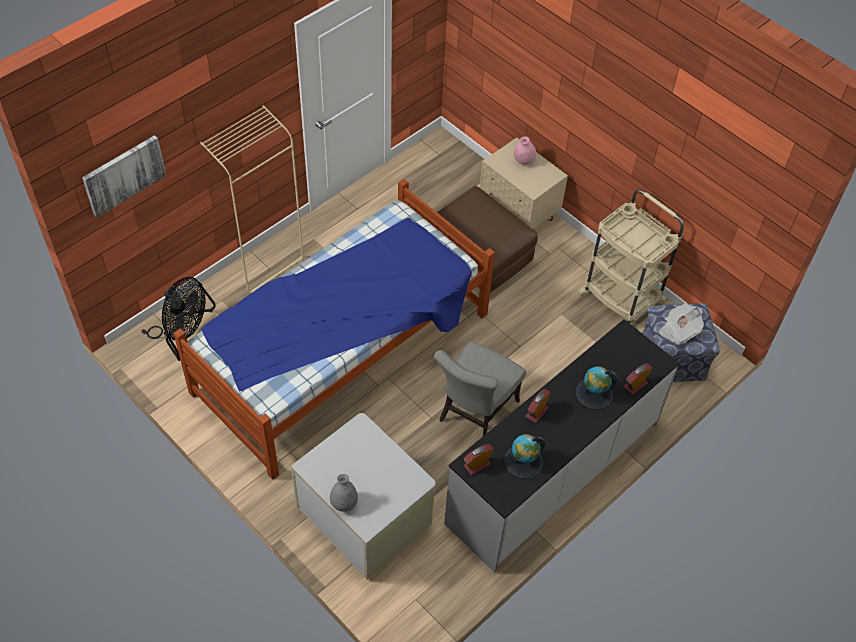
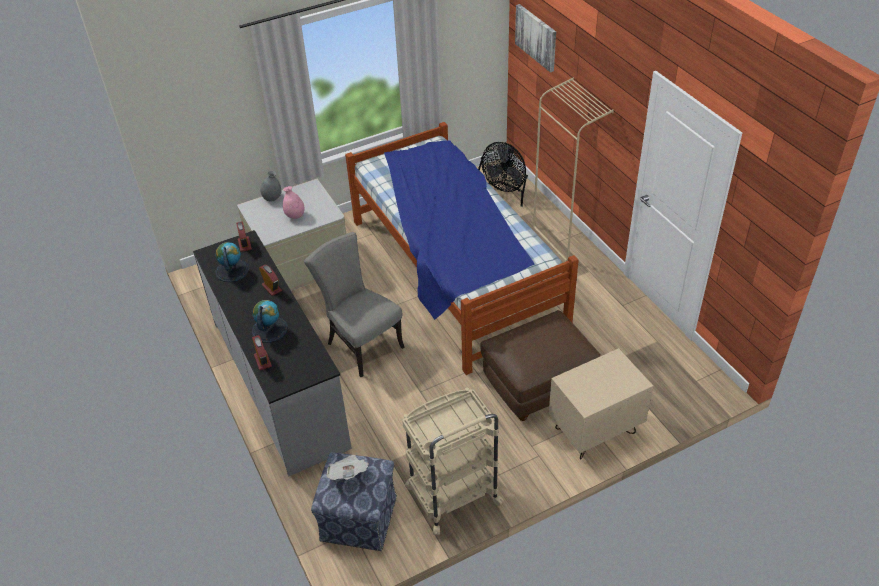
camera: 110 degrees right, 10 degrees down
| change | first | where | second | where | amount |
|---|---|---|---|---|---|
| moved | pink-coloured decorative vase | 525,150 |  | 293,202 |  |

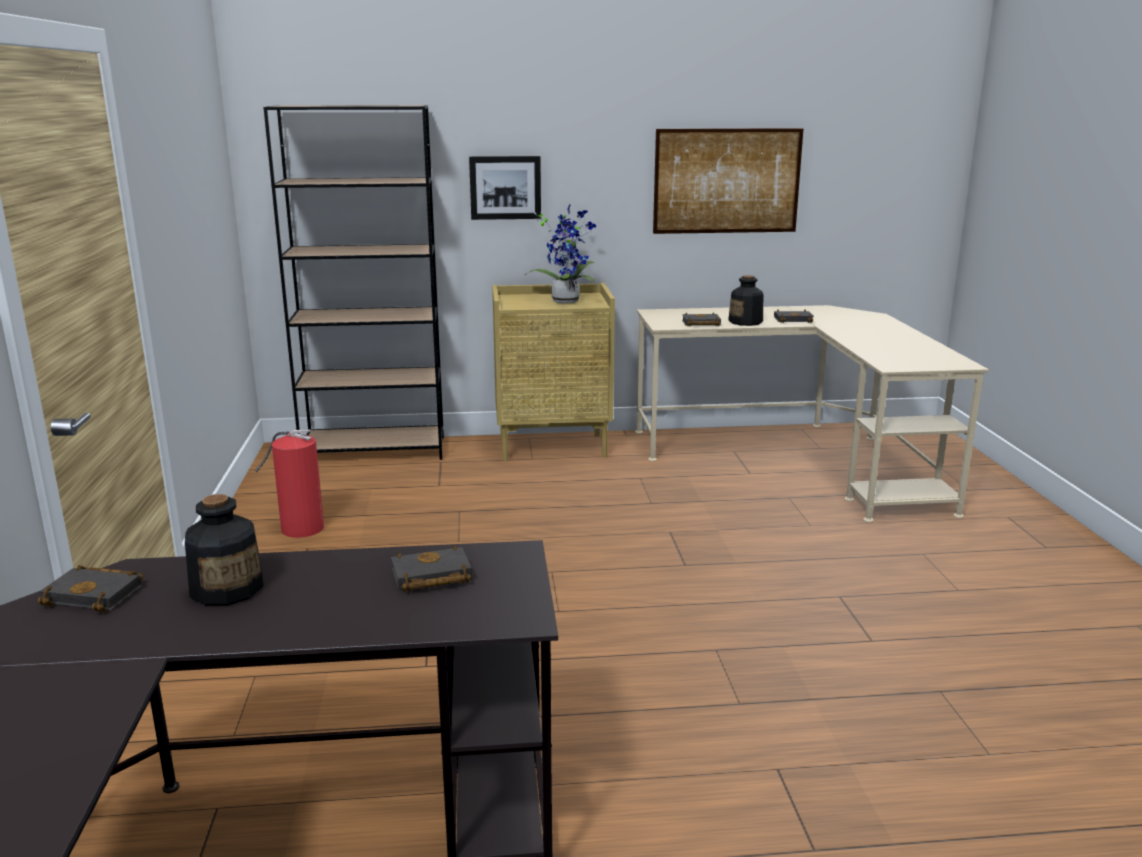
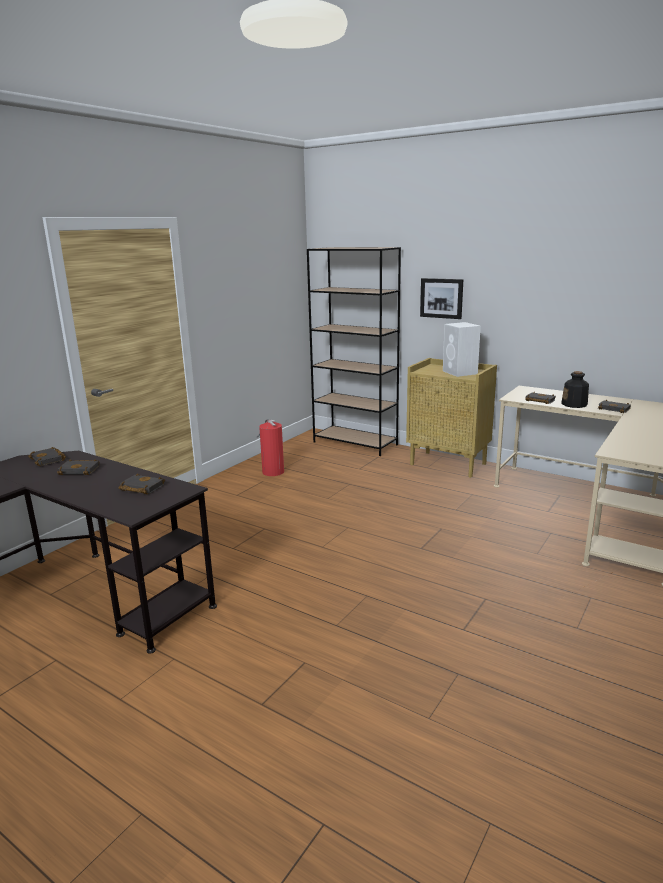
camera: 40 degrees right, 0 degrees up
| change | first | where | second | where | amount |
|---|---|---|---|---|---|
| removed | wall art | 728,181 |  |  |  |
| replaced | houseplant | 560,253 | white-coloured audio speaker | 462,349 |  |
| replaced | beverage bottle | 224,550 | black-coloured book | 78,467 |  |

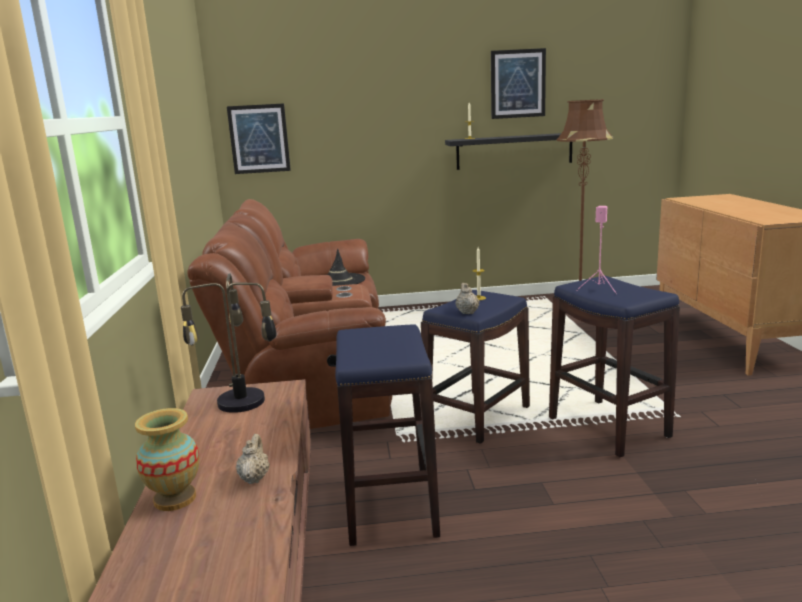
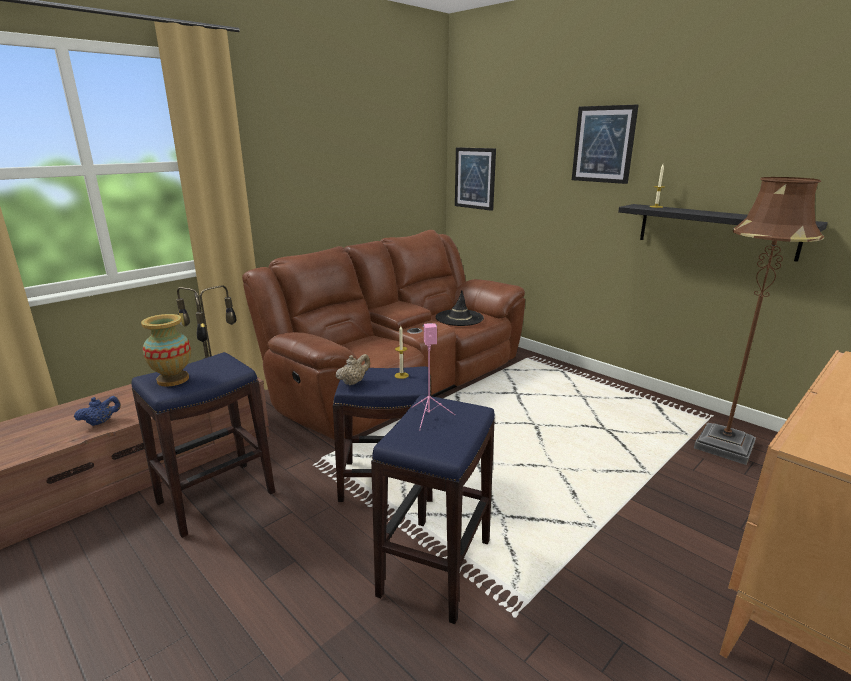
camera: 50 degrees right, 5 degrees up
| change | first | where | second | where | amount |
|---|---|---|---|---|---|
| moved | wall art | 518,83 |  | 605,144 |  |
| moved | decorative vase | 167,459 |  | 166,350 |  |
| recoloured | sand-coloured teapot | 253,459 | blue teapot | 97,411 |  |

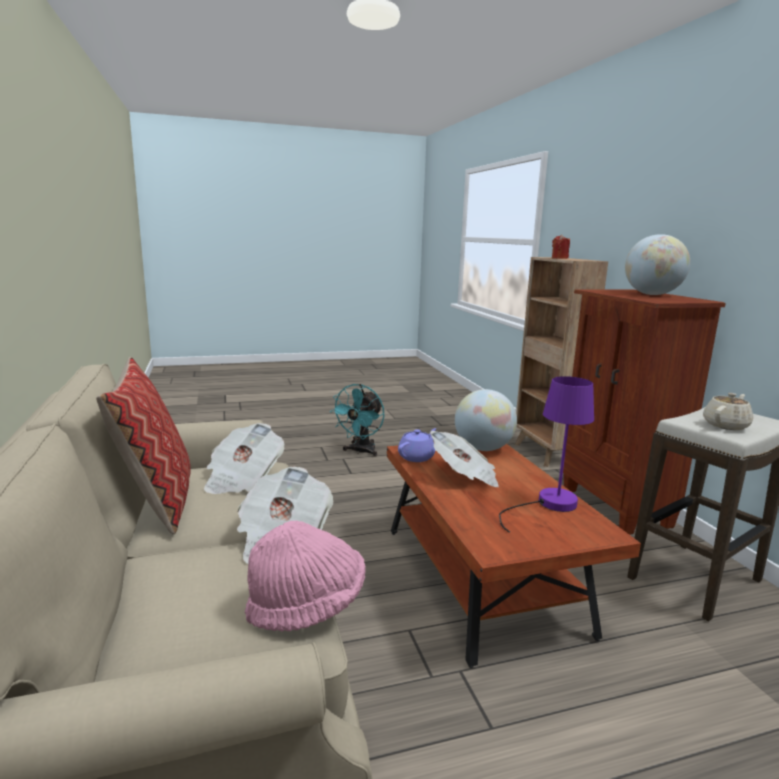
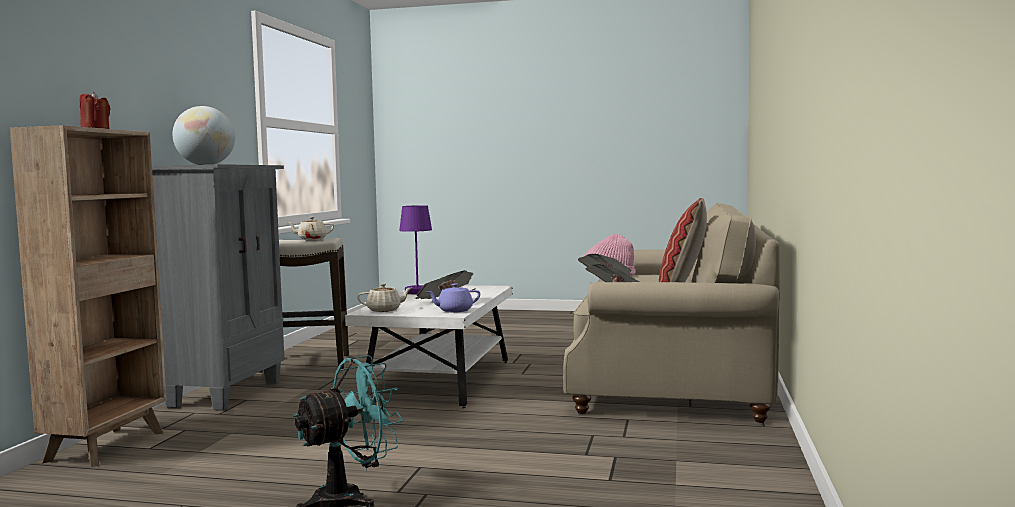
camera: 150 degrees left, 10 degrees down
| change | first | where | second | where | amount |
|---|---|---|---|---|---|
| recoloured | brownish cupboard | 644,412 | greyish cupboard | 218,287 |  |
| replaced | desk globe | 486,420 | sand-coloured teapot | 384,297 |  |
| recoloured | brownish lounge table | 514,556 | white-coloured lounge table | 429,346 |  |

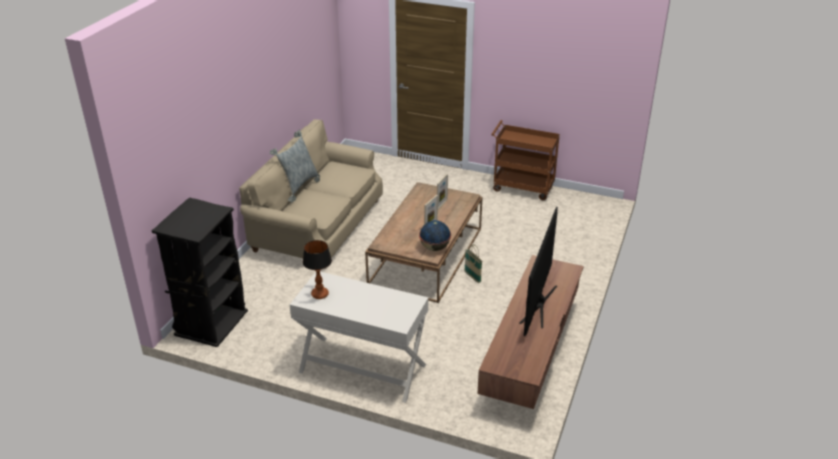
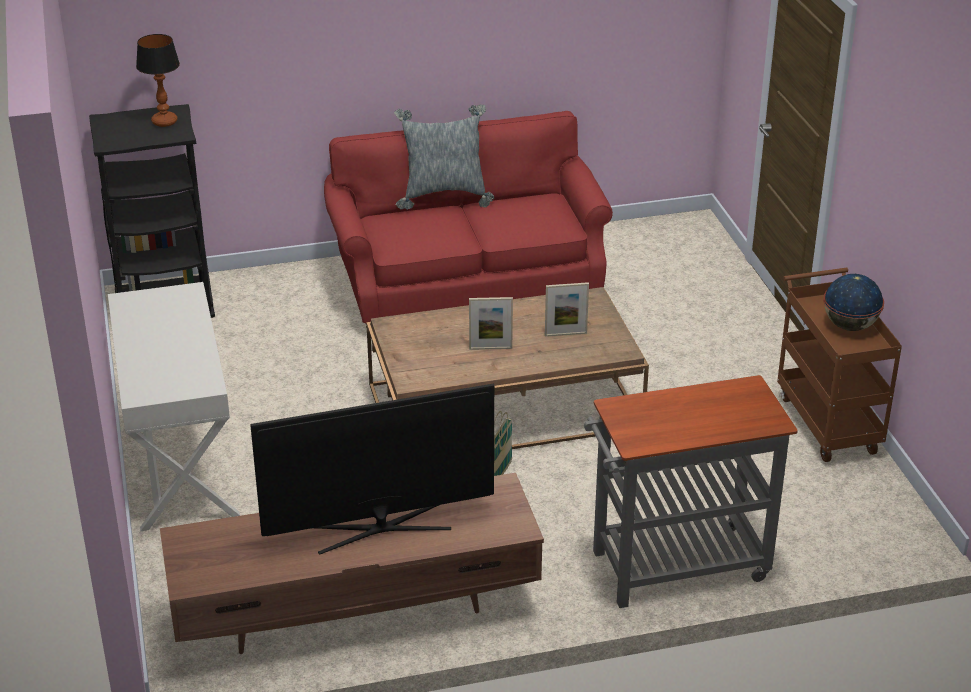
camera: 55 degrees right, 0 degrees up
| change | first | where | second | where | amount |
|---|---|---|---|---|---|
| recoloured | sand-coloured couch | 311,188 | red couch | 468,219 |  |
| moved | desk globe | 435,235 |  | 853,302 |  |
| moved | tabletop lamp | 317,269 |  | 158,80 |  |
| added |  |  | greyish wheeled cart | 691,491 |  |

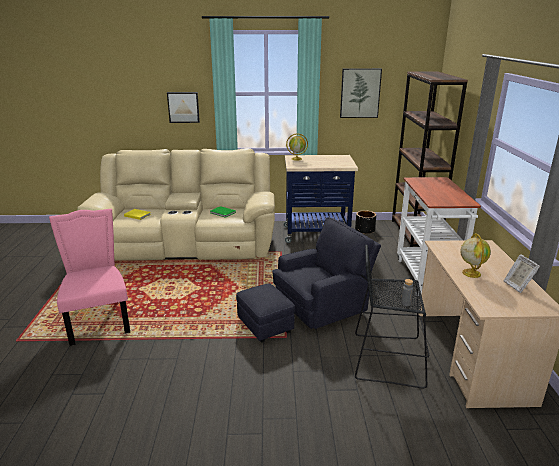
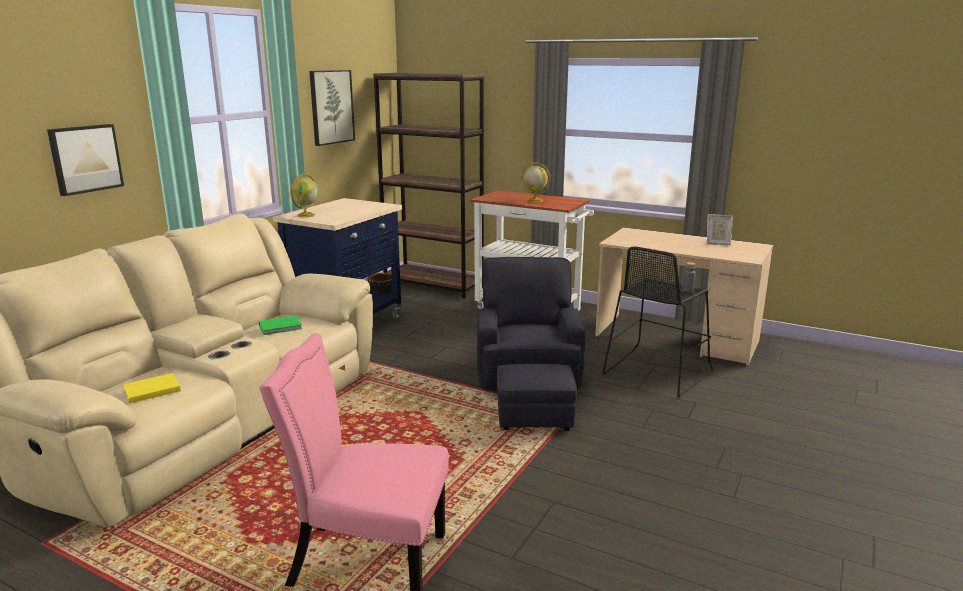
camera: 60 degrees left, 5 degrees down
| change | first | where | second | where | amount |
|---|---|---|---|---|---|
| moved | desk globe | 475,255 |  | 535,182 |  |

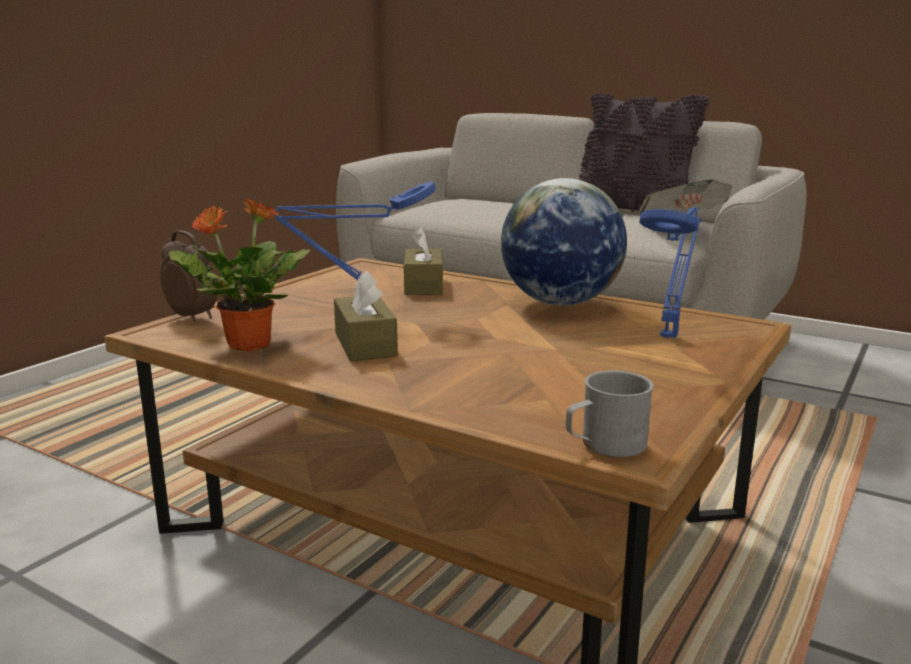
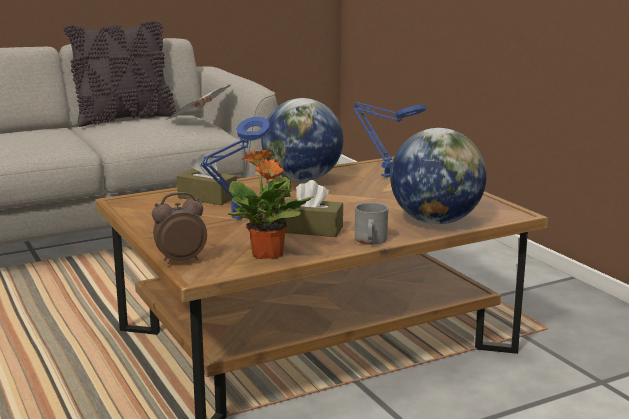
camera: 60 degrees left, 0 degrees up
| change | first | where | second | where | amount |
|---|---|---|---|---|---|
| moved | greyish tea mug | 610,413 |  | 372,223 |  |
| added |  |  | desk globe | 438,176 |  |

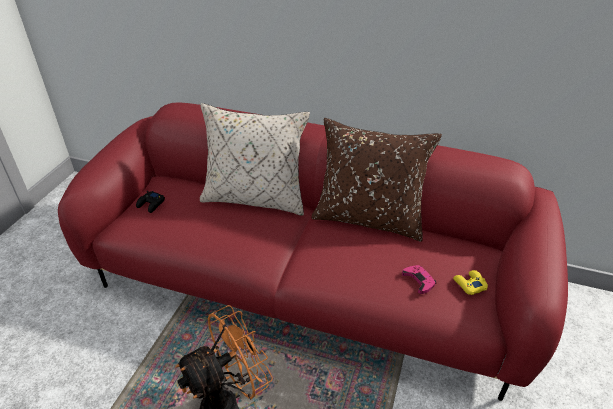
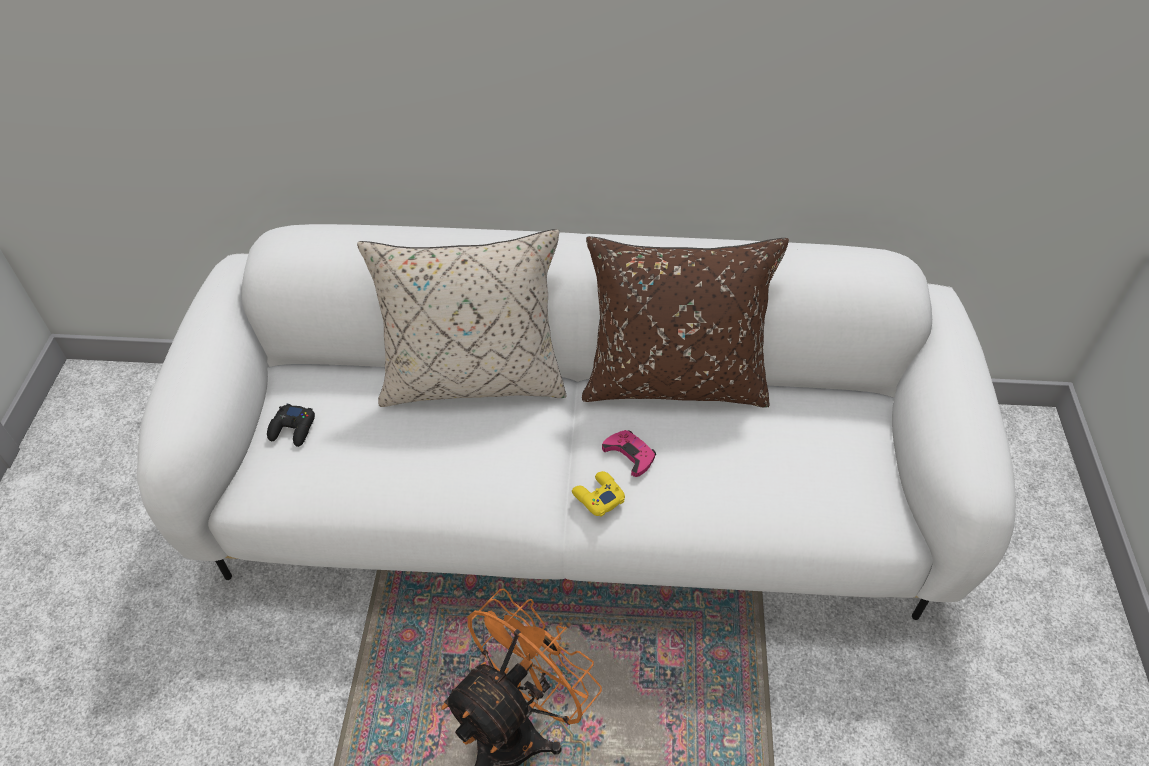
camera: 15 degrees left, 10 degrees up
| change | first | where | second | where | amount |
|---|---|---|---|---|---|
| recoloured | red couch | 313,251 | white-coloured couch | 576,422 |  |
| moved | pink-coloured gamepad | 419,279 |  | 629,453 |  |
| moved | yellow gamepad | 470,282 |  | 598,493 |  |

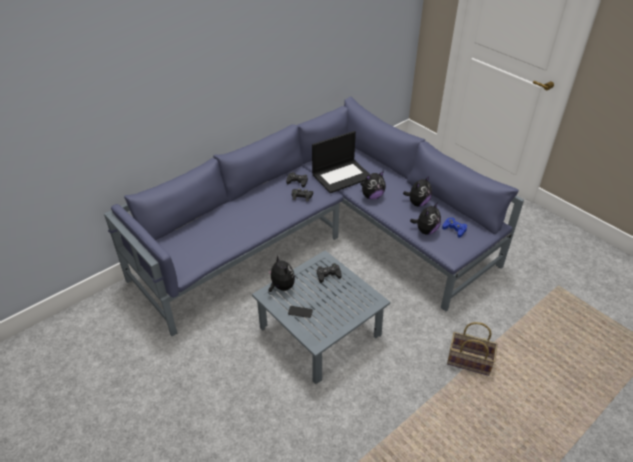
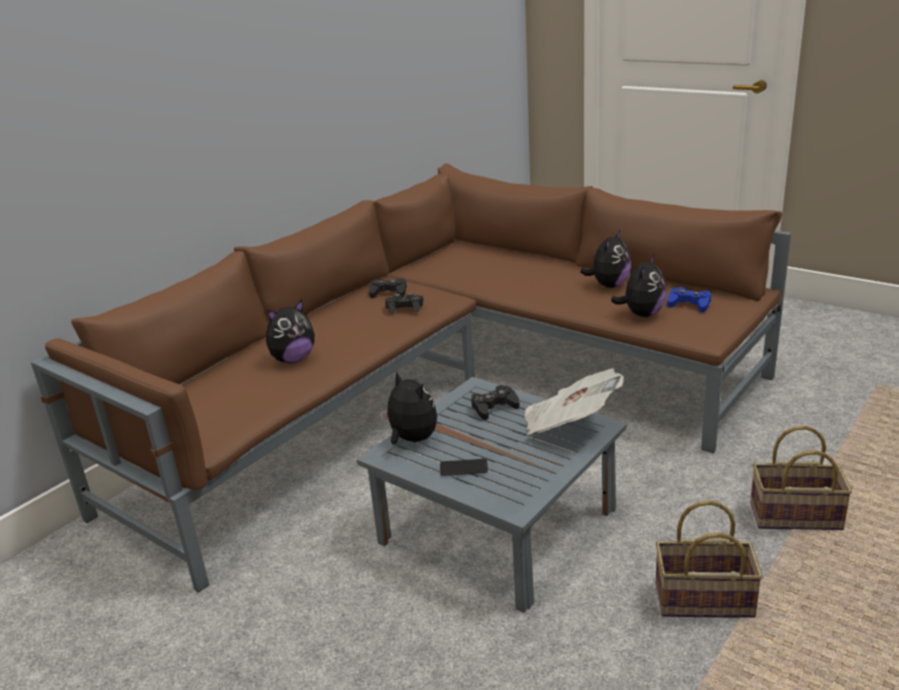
camera: 10 degrees left, 15 degrees down
| change | first | where | second | where | amount |
|---|---|---|---|---|---|
| recoloured | blue couch | 314,240 | brownish couch | 411,388 |  |
| removed | notebook computer | 341,162 |  |  |  |
| moved | soft toy | 373,185 |  | 290,331 |  |
| added |  |  | newspaper | 574,401 |  |
| added |  |  | basket | 709,559 |  |

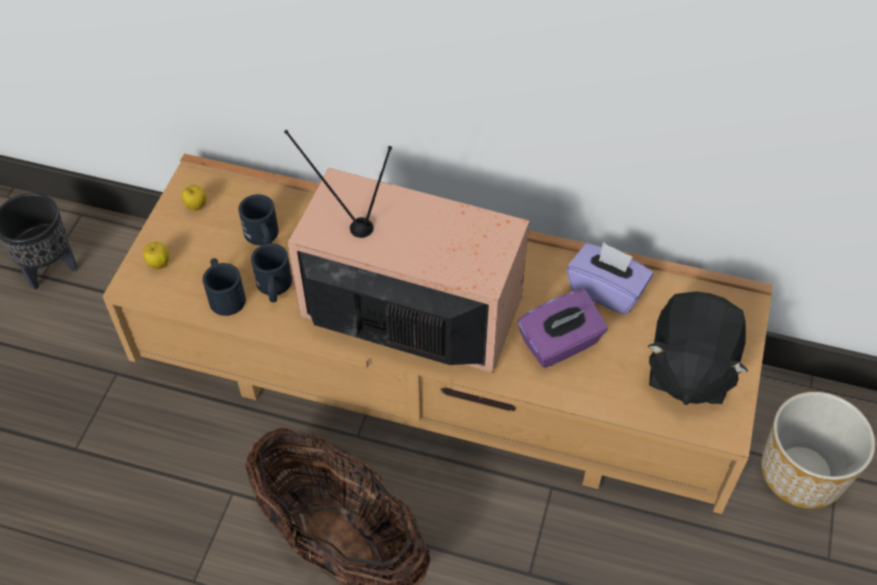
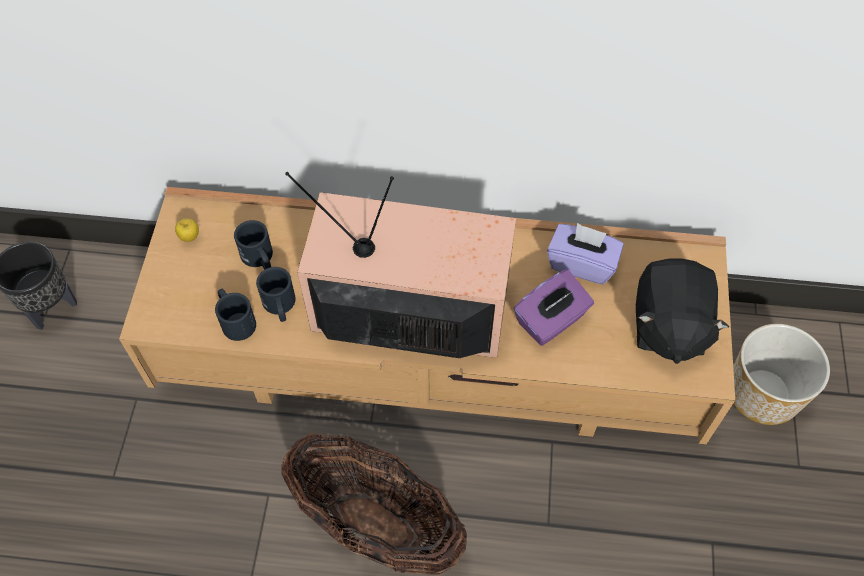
camera: 10 degrees left, 5 degrees up
| change | first | where | second | where | amount |
|---|---|---|---|---|---|
| removed | whole apple | 156,255 |  |  |  |

